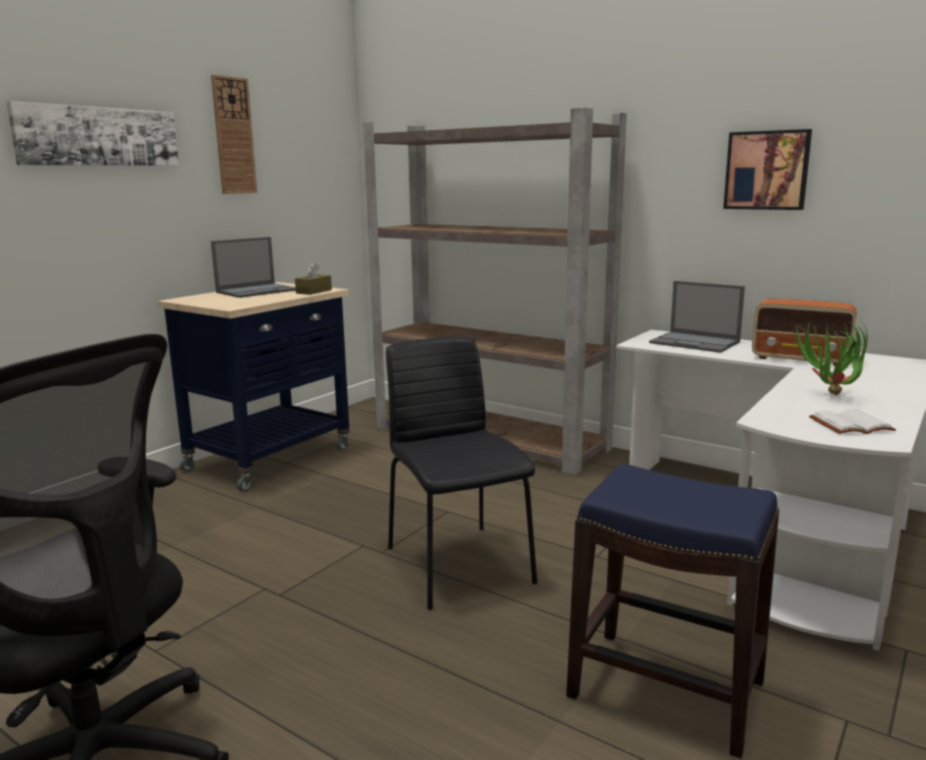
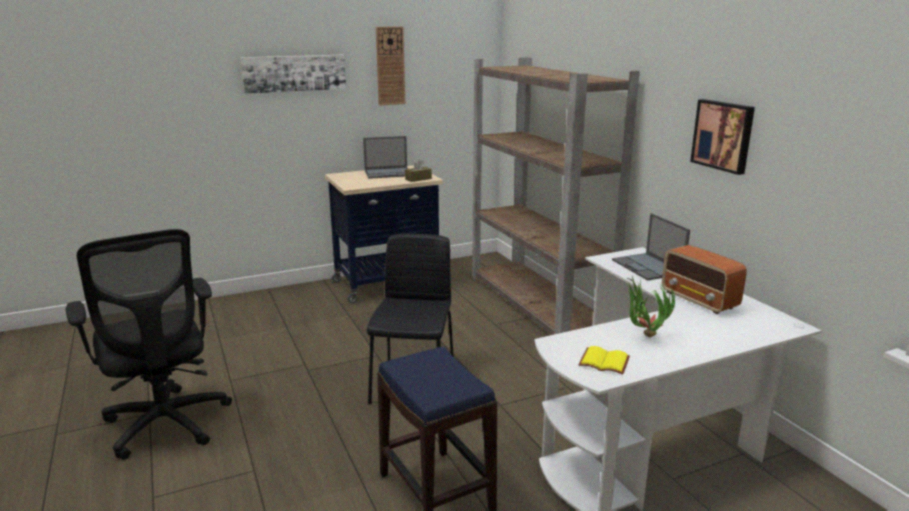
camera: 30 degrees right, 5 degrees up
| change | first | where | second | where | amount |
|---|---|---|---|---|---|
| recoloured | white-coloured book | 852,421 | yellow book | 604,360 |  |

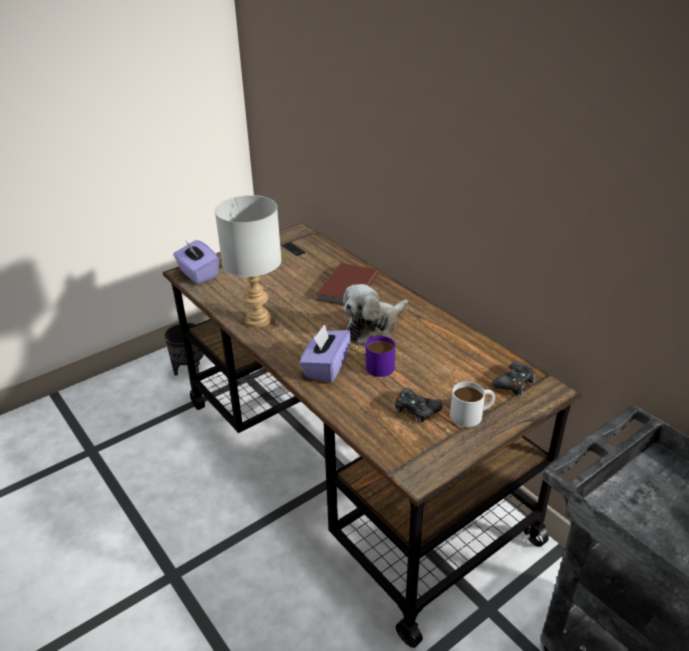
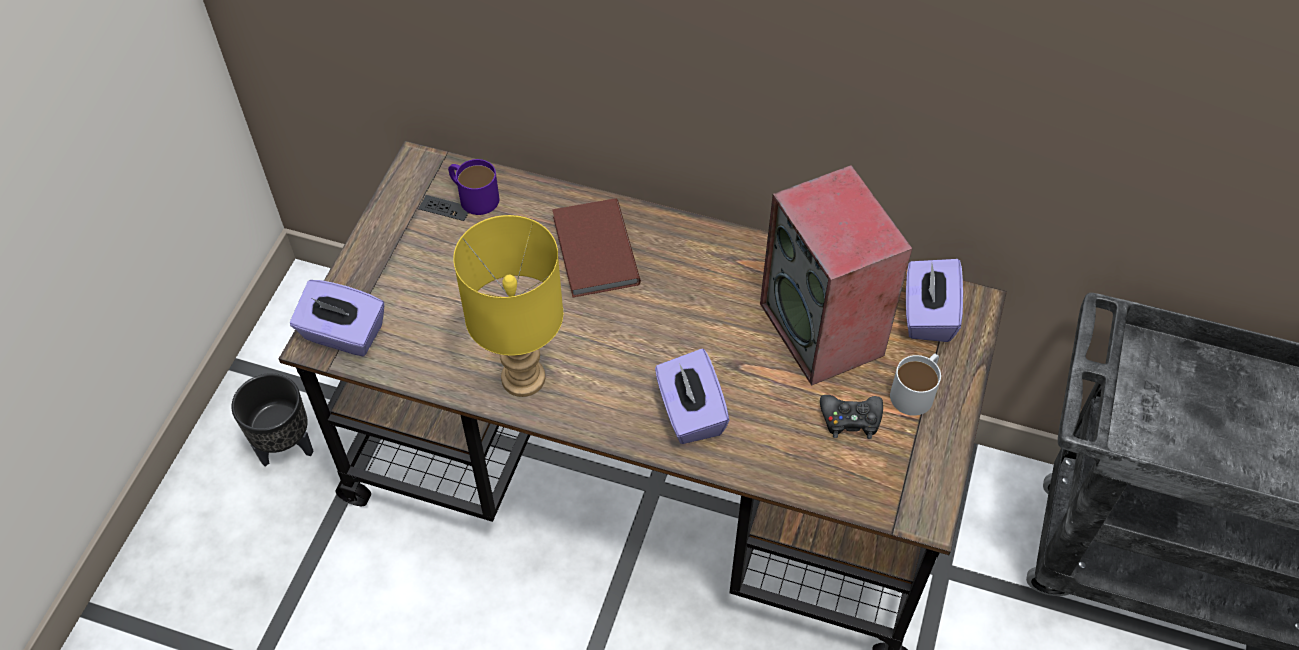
camera: 35 degrees left, 20 degrees up
| change | first | where | second | where | amount |
|---|---|---|---|---|---|
| recoloured | greyish tabletop lamp | 248,261 | yellow tabletop lamp | 508,306 |  |
| removed | soft toy | 375,315 |  |  |  |
| moved | purple tea mug | 380,356 |  | 473,187 |  |
| replaced | black-coloured gamepad | 513,378 | purple tissue holder | 934,300 |  |
| added |  |  | audio speaker | 836,275 |  |

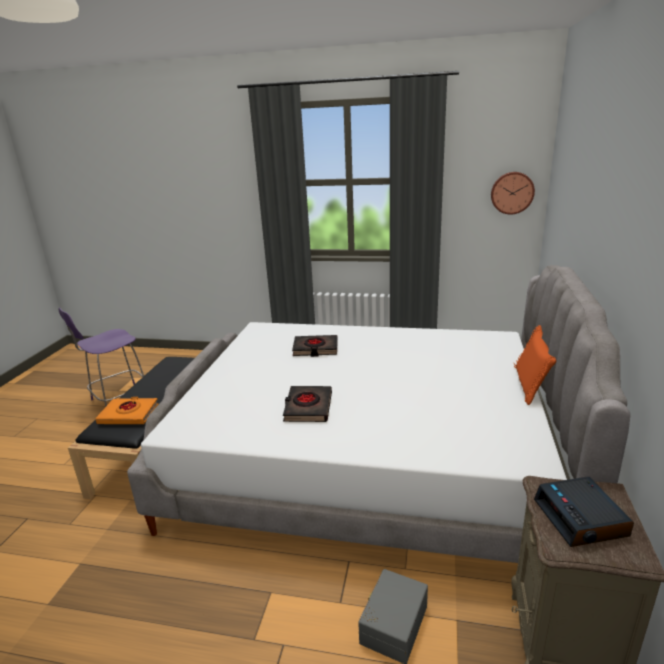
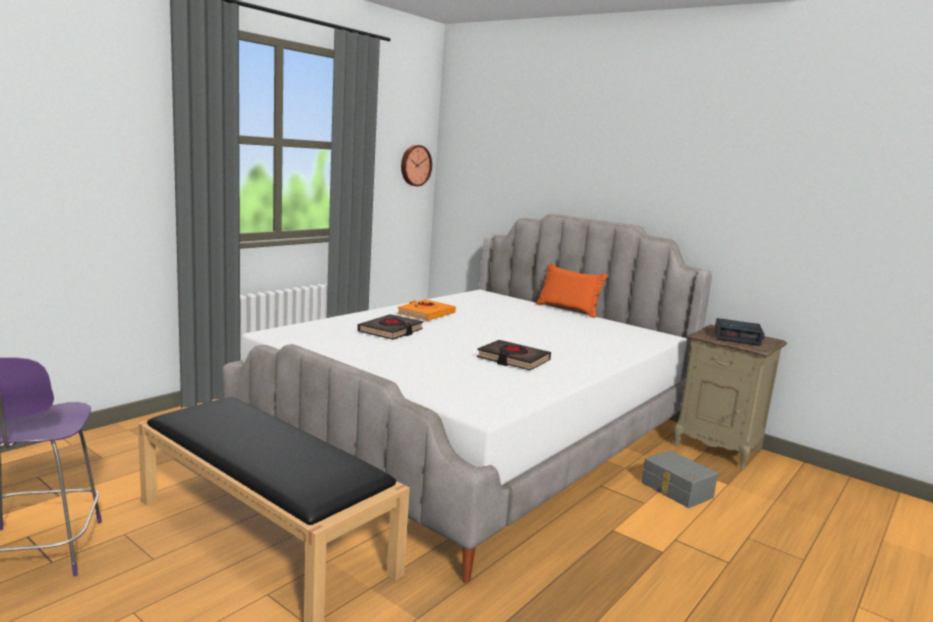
camera: 65 degrees left, 10 degrees down
| change | first | where | second | where | amount |
|---|---|---|---|---|---|
| moved | orange book | 127,410 |  | 426,310 |  |

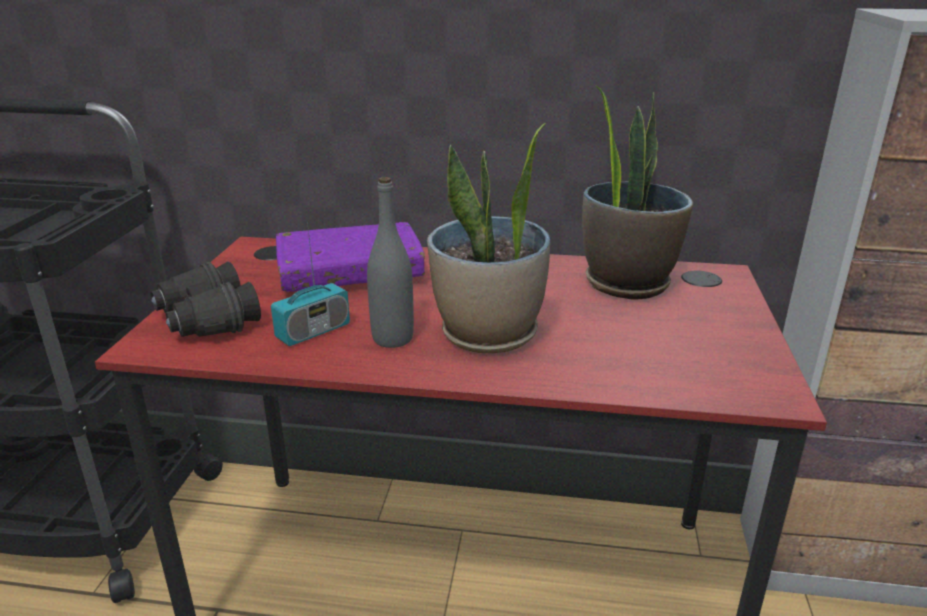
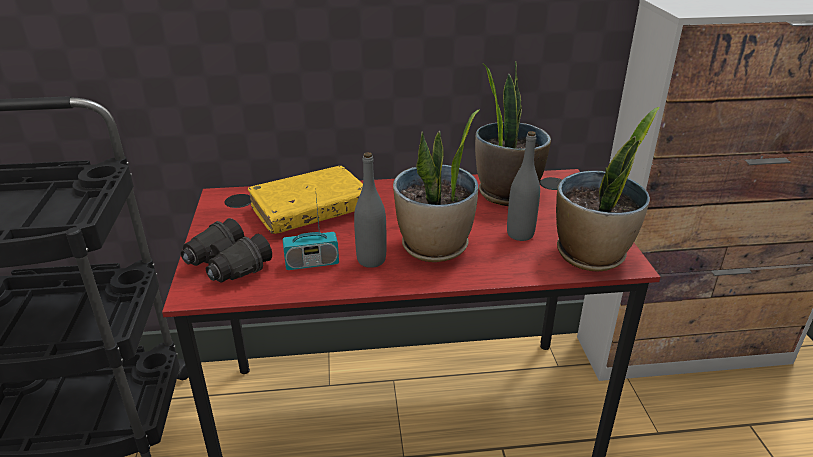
camera: 15 degrees left, 5 degrees up
| change | first | where | second | where | amount |
|---|---|---|---|---|---|
| recoloured | purple book | 350,257 | yellow book | 305,200 |  |
| turned | radio receiver | 310,287 |  | 311,229 | 45 degrees clockwise |
| added |  |  | houseplant | 607,189 |  |
| added |  |  | greyish beverage bottle | 523,186 |  |

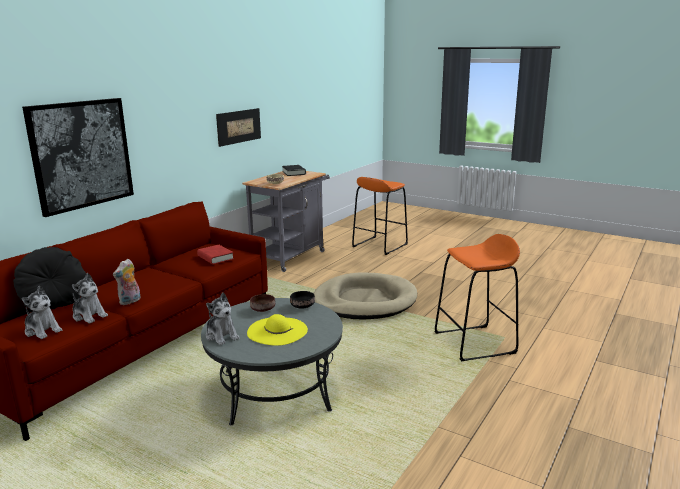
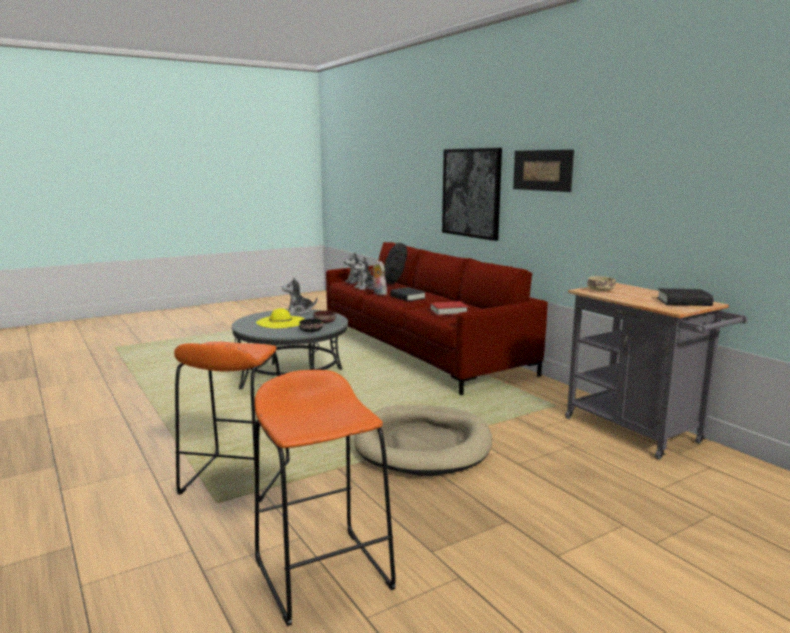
camera: 115 degrees right, 5 degrees down
| change | first | where | second | where | amount |
|---|---|---|---|---|---|
| moved | wall art | 238,127 |  | 543,171 |  |
| moved | orange stool | 380,216 |  | 325,498 |  |
| added |  |  | black-coloured book | 408,294 |  |

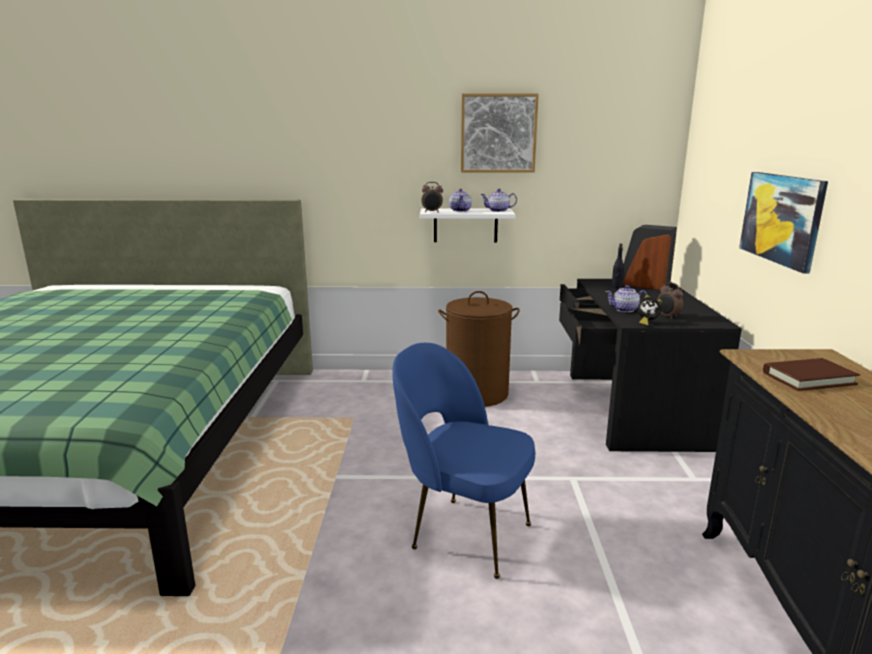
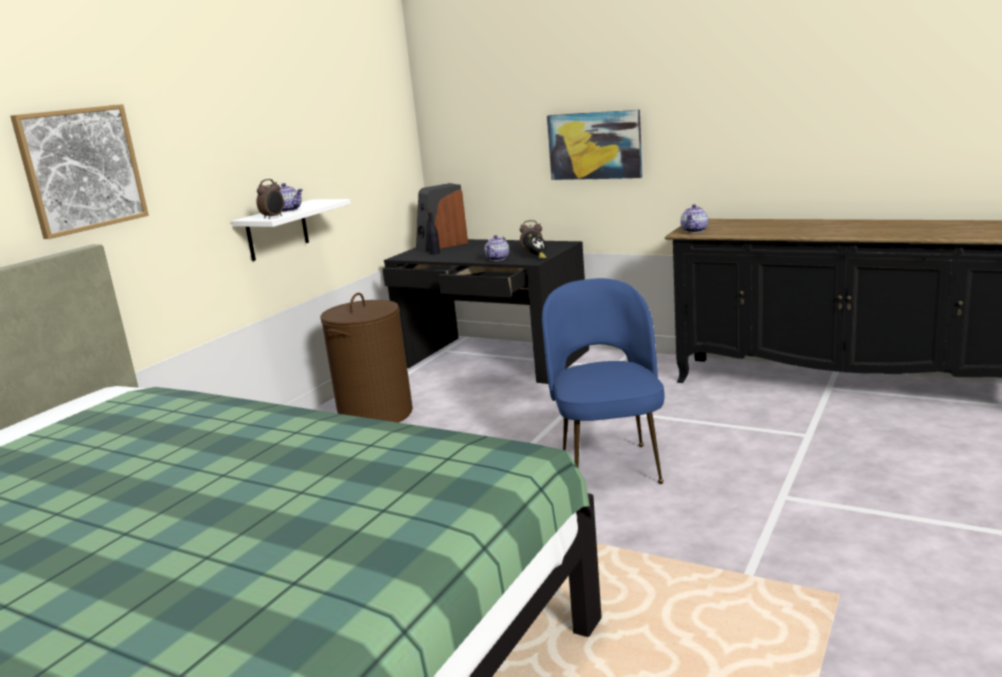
camera: 60 degrees left, 0 degrees up
| change | first | where | second | where | amount |
|---|---|---|---|---|---|
| moved | wall art | 500,133 |  | 79,171 |  |
| moved | teapot | 498,200 |  | 694,218 |  |
| turned | blue upright chair | 463,461 |  | 603,381 | 120 degrees clockwise |
| removed | brownish book | 811,374 |  |  |  |

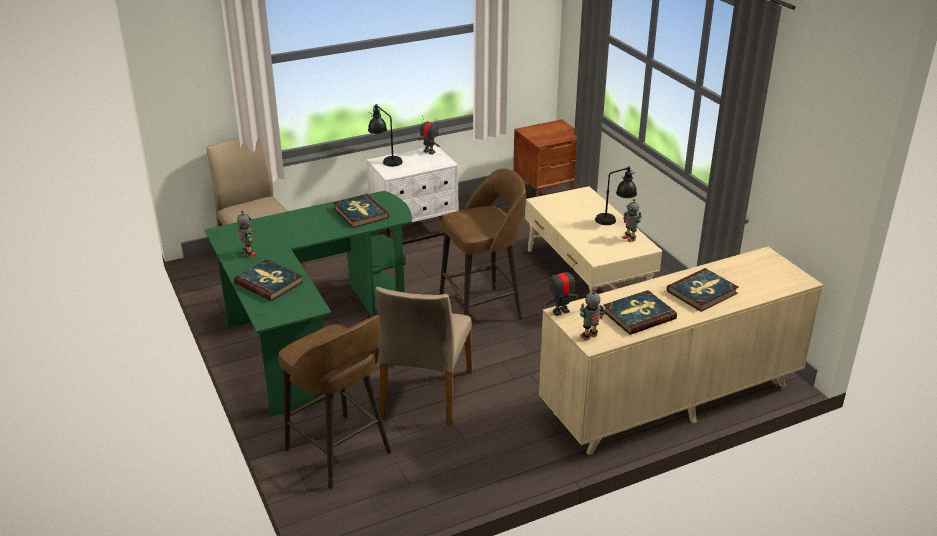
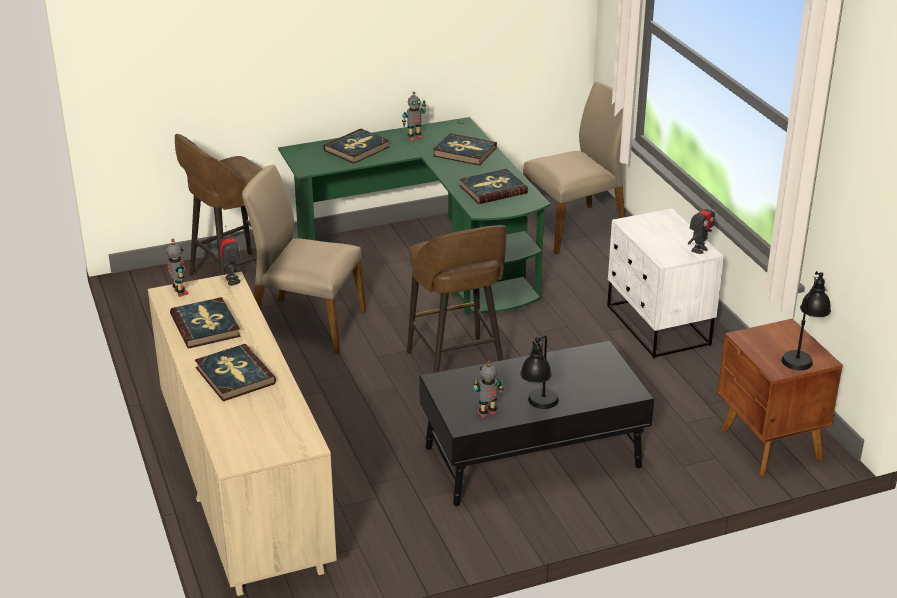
camera: 95 degrees right, 0 degrees up
| change | first | where | second | where | amount |
|---|---|---|---|---|---|
| moved | black-coloured tabletop lamp | 385,135 |  | 806,320 |  |
| recoloured | sand-coloured lounge table | 593,239 | black-coloured lounge table | 536,423 |  |
| added |  |  | book | 465,149 |  |

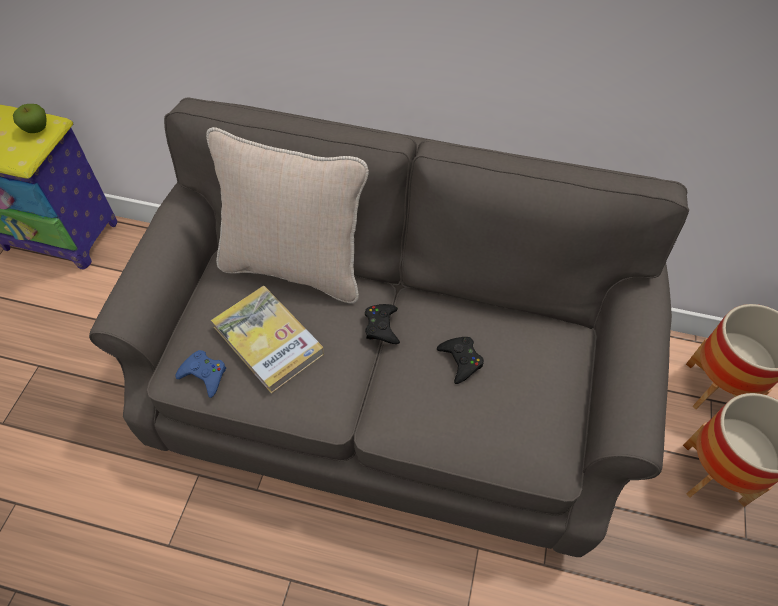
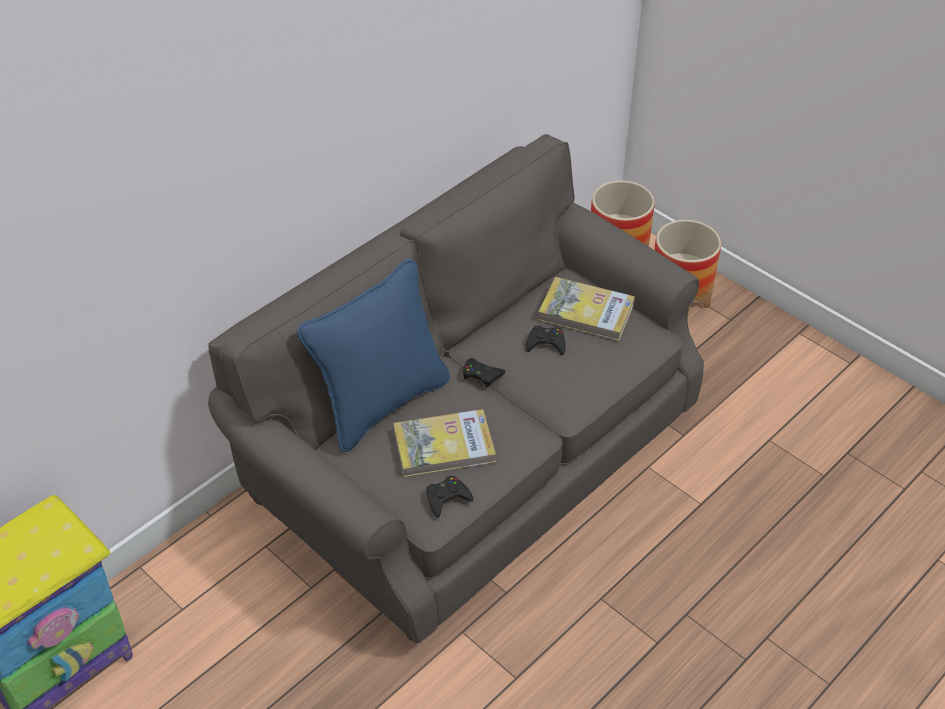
camera: 60 degrees left, 10 degrees down
| change | first | where | second | where | amount |
|---|---|---|---|---|---|
| removed | whole apple | 30,118 |  |  |  |
| recoloured | sand-coloured pillow | 287,215 | blue pillow | 373,355 |  |
| recoloured | blue gamepad | 201,374 | black-coloured gamepad | 449,497 |  |
| added |  |  | book | 586,309 |  |

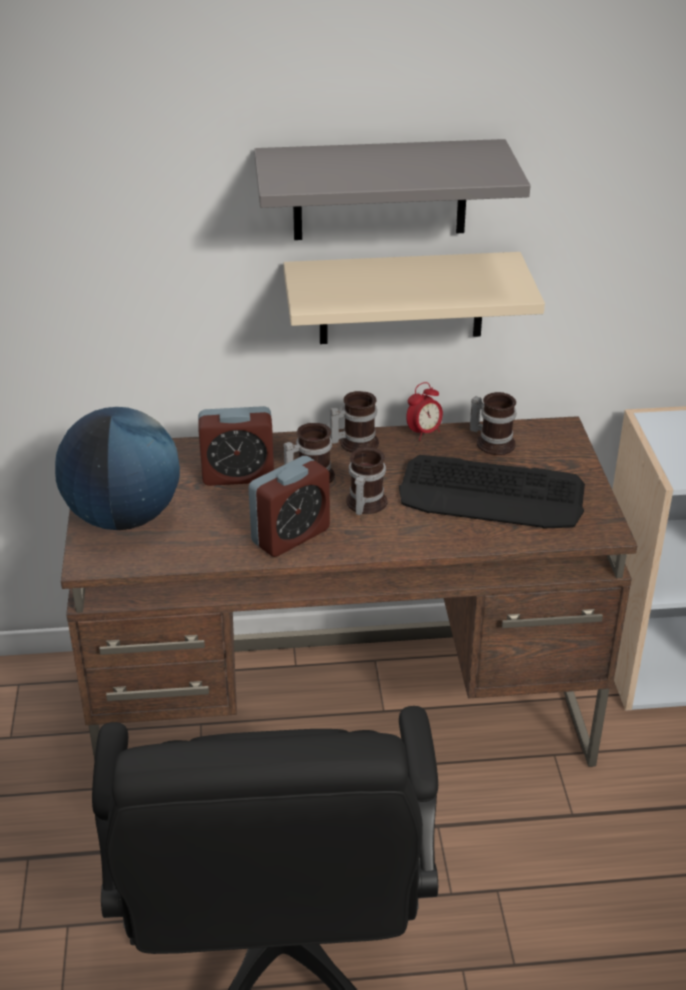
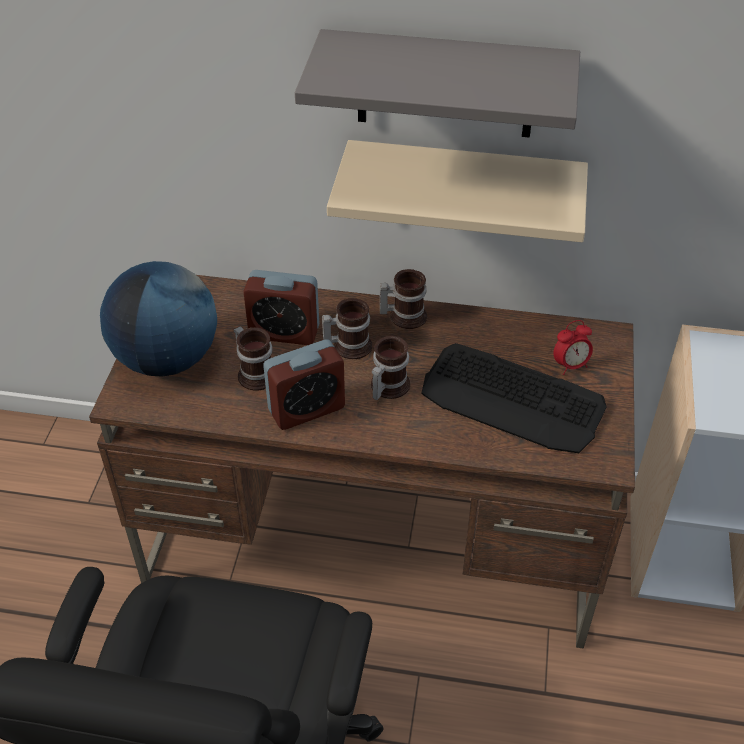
camera: 15 degrees right, 10 degrees up
| change | first | where | second | where | amount |
|---|---|---|---|---|---|
| moved | bedside clock | 424,411 |  | 573,347 |  |
| moved | tea mug | 493,423 |  | 253,358 |  |

